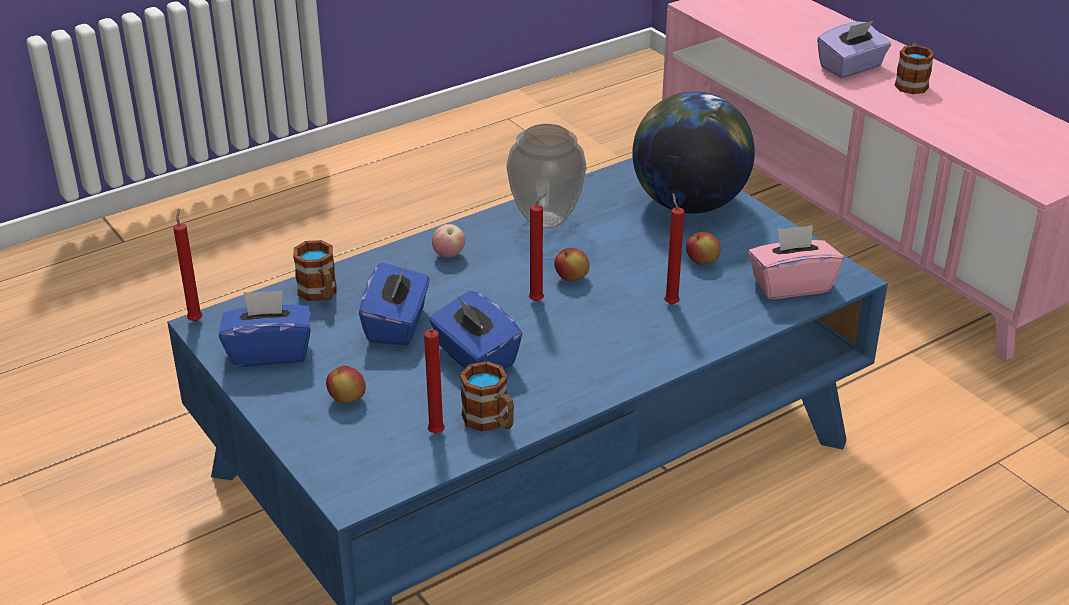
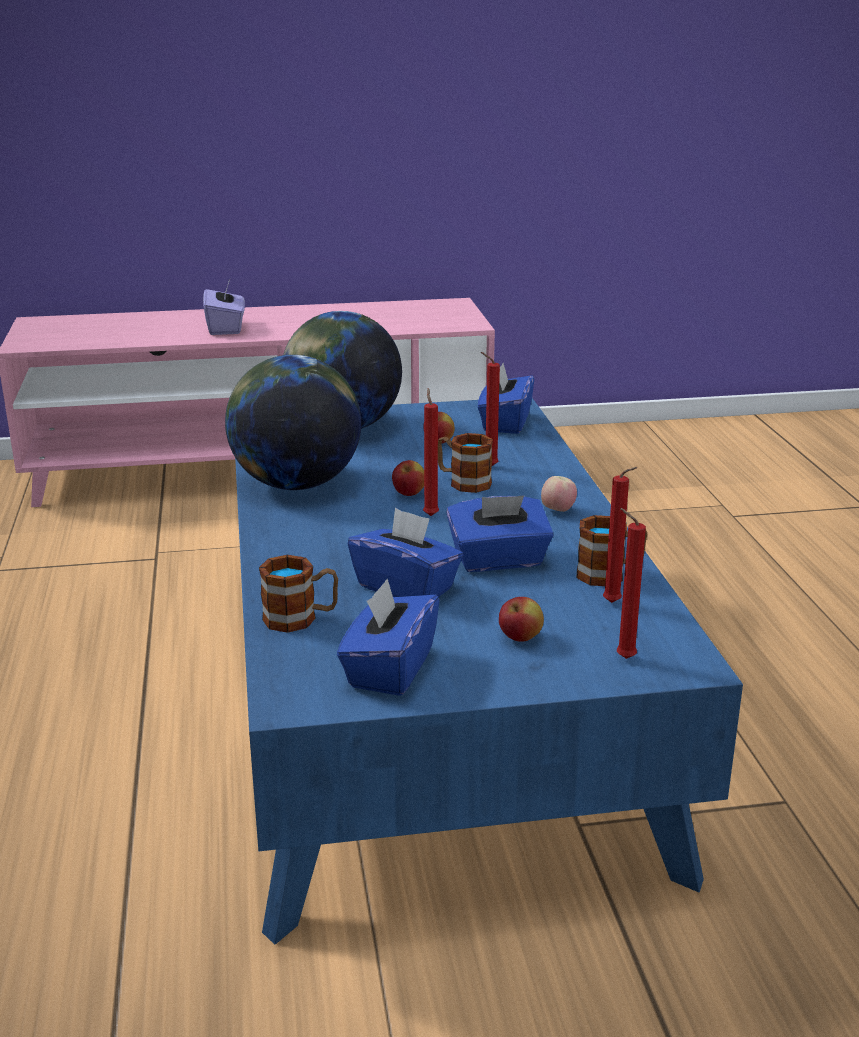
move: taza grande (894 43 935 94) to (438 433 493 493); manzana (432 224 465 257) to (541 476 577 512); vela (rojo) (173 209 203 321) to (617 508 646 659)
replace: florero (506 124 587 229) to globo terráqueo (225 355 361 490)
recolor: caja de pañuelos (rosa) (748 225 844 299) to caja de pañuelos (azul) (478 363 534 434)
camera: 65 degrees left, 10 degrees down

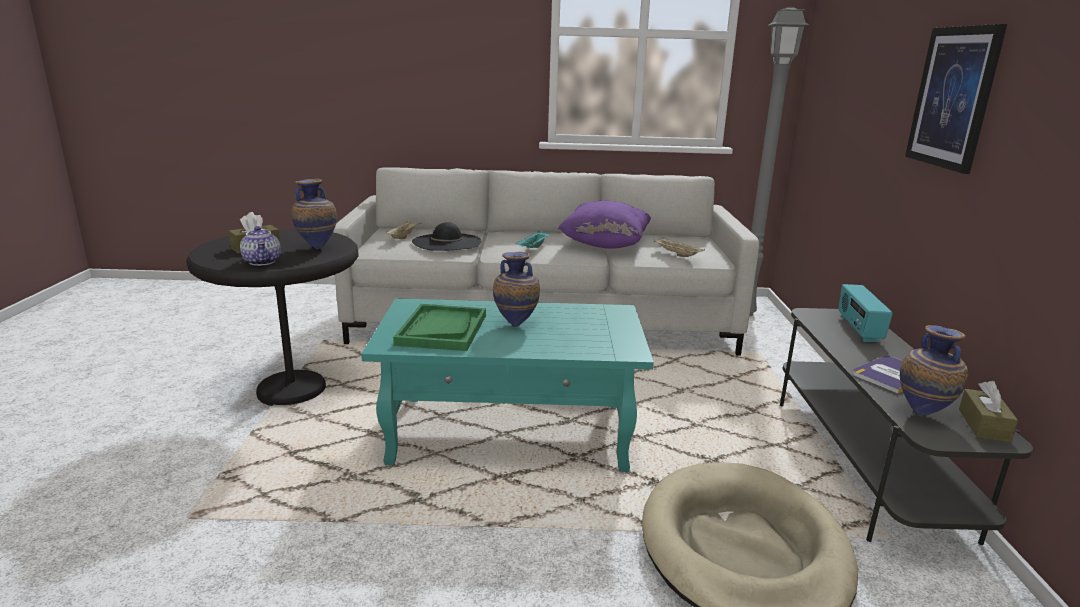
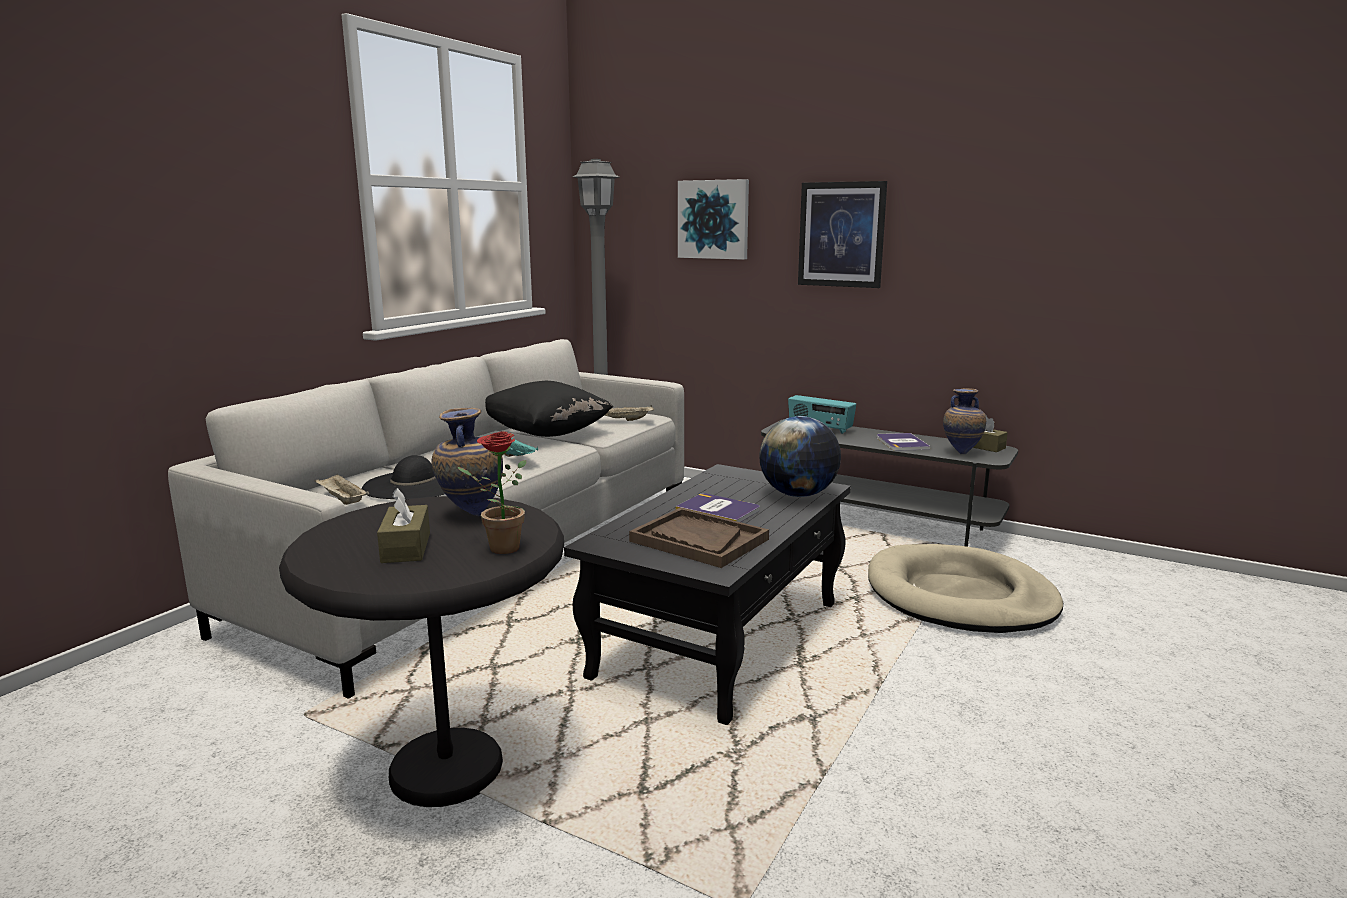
insert: cuadro (678 179 749 260); globo terráqueo (759 416 841 497)
replace: tetera (240 226 281 266) to planta en maceta (458 432 526 554); florero (493 252 540 327) to libro (675 493 759 522)
recolor: cojín (morado) (558 201 651 249) to cojín (negro) (485 381 613 437); mesa de centro (turquesa) (361 298 654 472) to mesa de centro (negro) (564 464 851 725); bandeja (verde) (393 304 486 351) to bandeja (marrón) (629 507 769 568)
camera: 60 degrees left, 5 degrees down

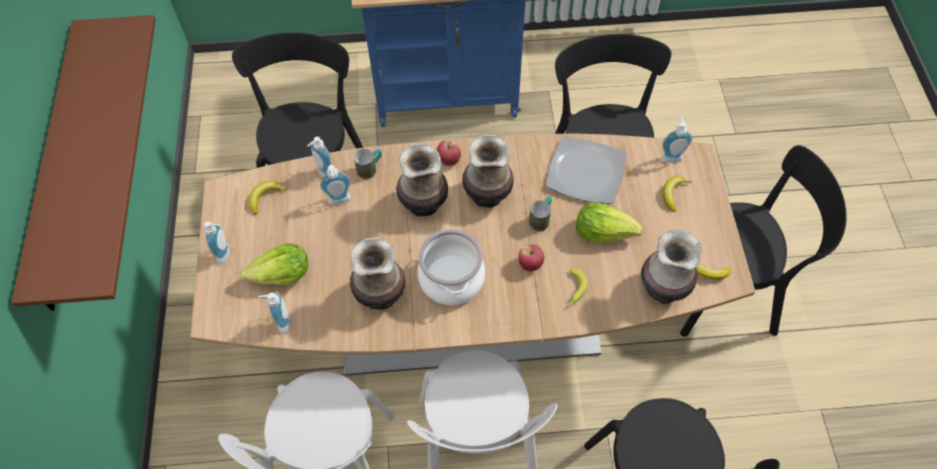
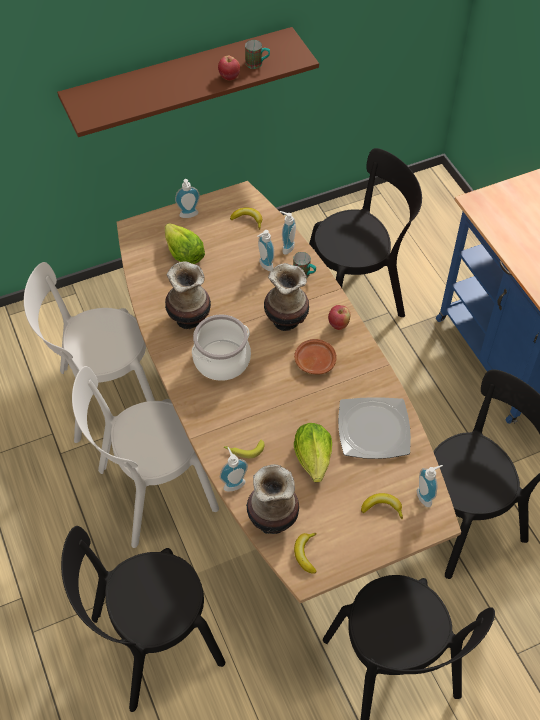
move: manzana (518 244 544 271) to (218 56 240 80); dispensador de jabón (258 292 291 334) to (220 447 248 492); taza grande (529 196 552 232) to (245 40 270 69)
replace: florero (462 134 514 208) to plato (marrón) (294 339 337 375)
camera: 70 degrees right, 5 degrees down

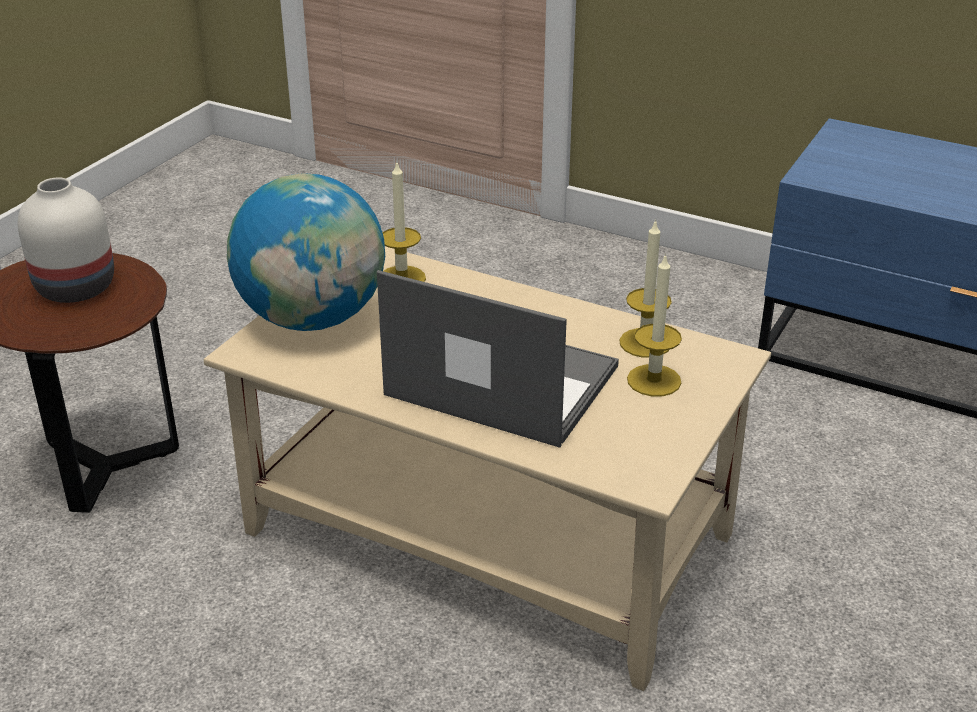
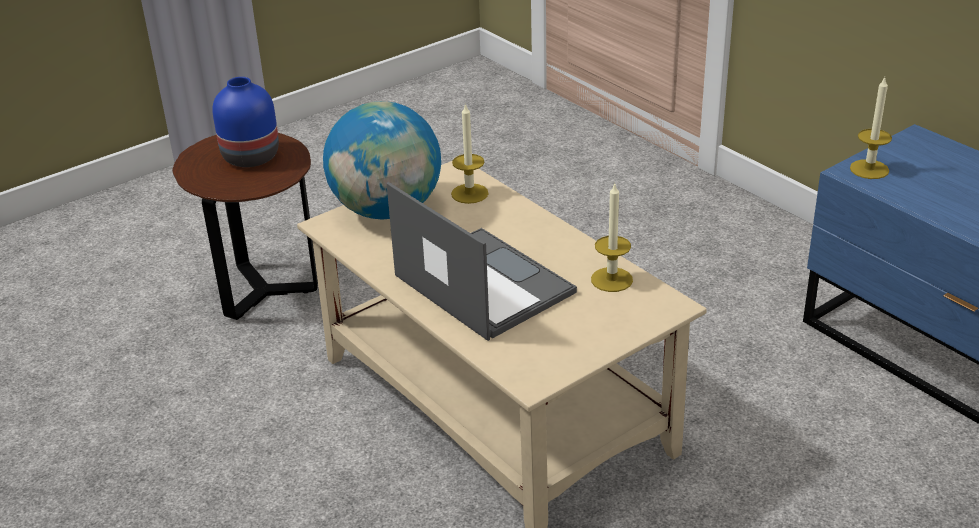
move: vela (627 253 682 396) to (850 77 892 179)
recolor: florero (blanco) (18 177 114 303) to florero (azul) (212 77 279 167)
camera: 25 degrees right, 0 degrees up

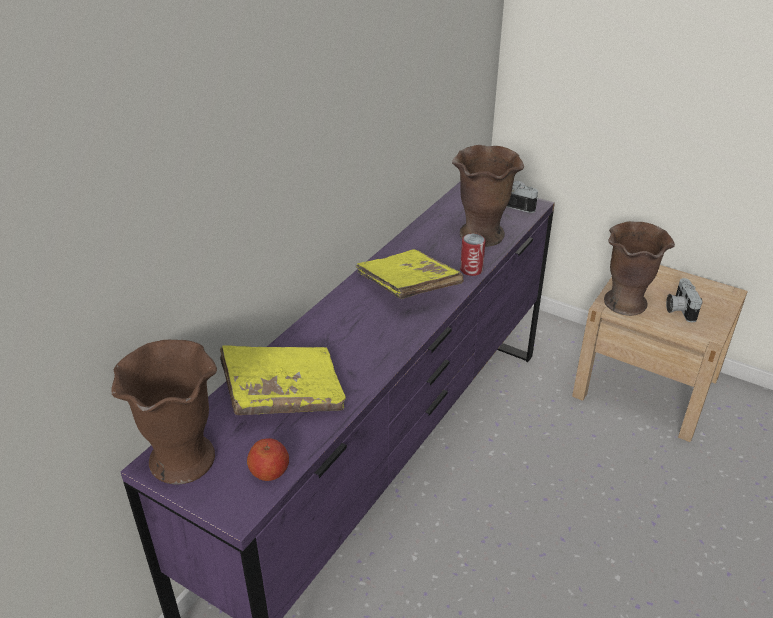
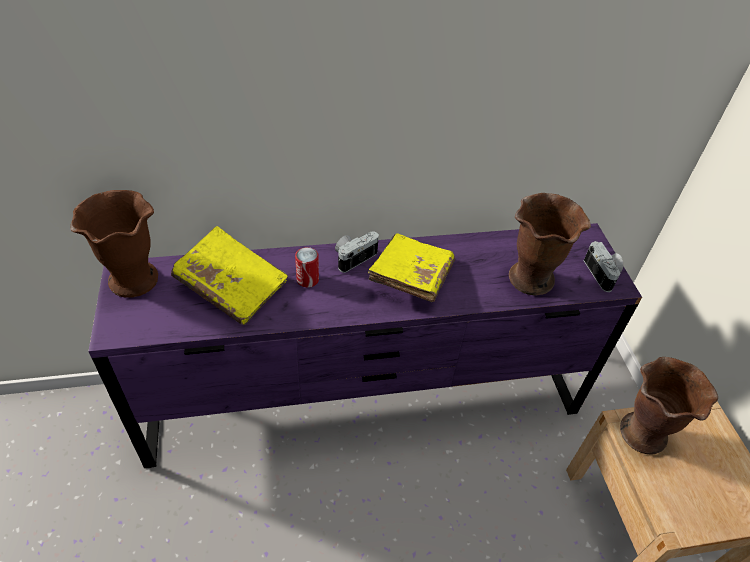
delete: manzana (247 438 289 481)
move: lata (460 234 486 276) to (295 247 319 287); cámara (666 278 702 322) to (335 232 379 273)
camera: 45 degrees right, 10 degrees up

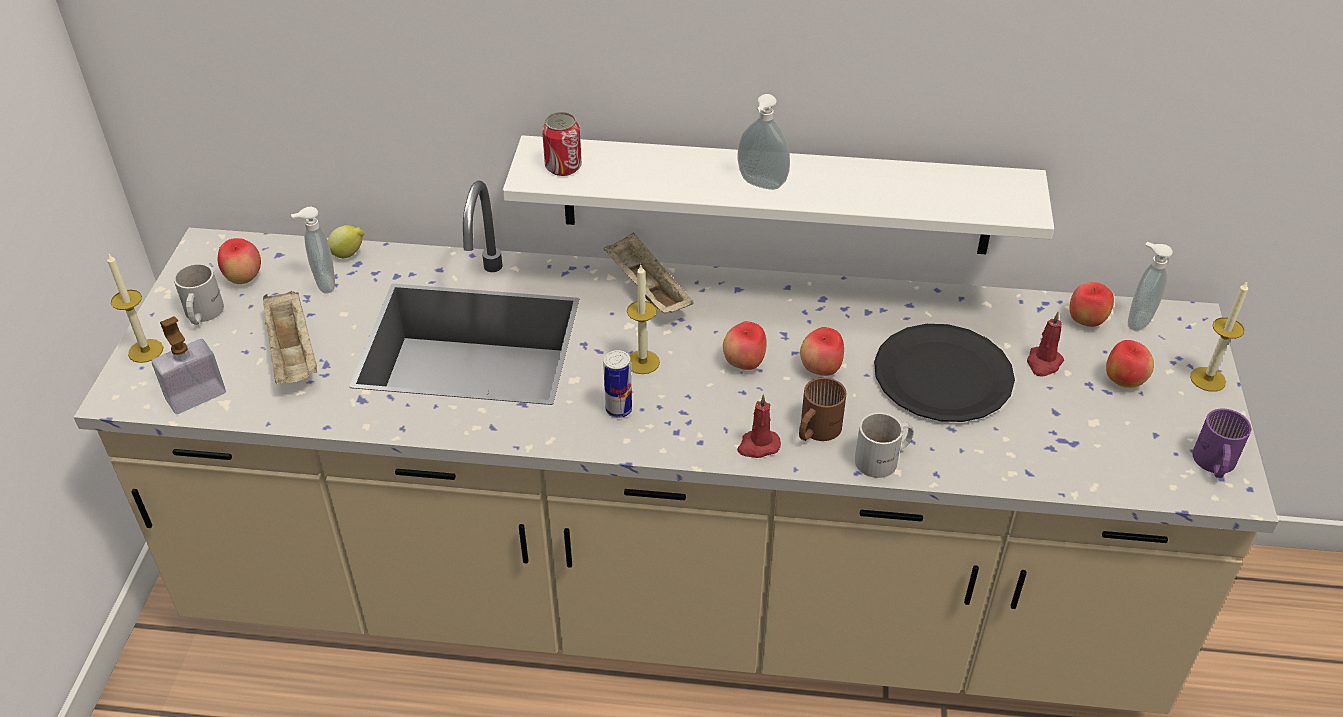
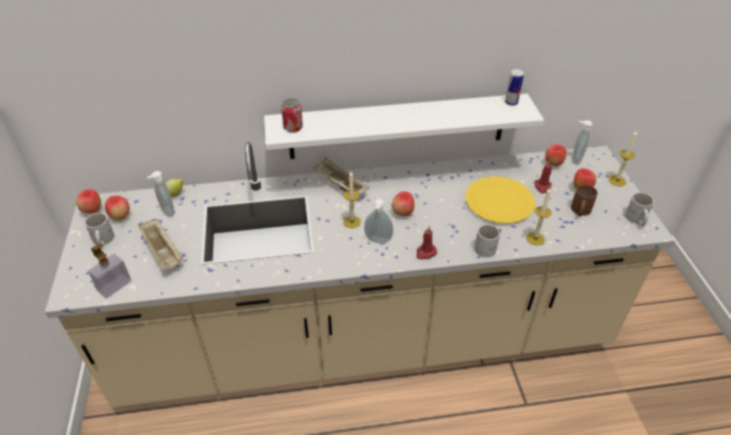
move: manzana (800 327 844 376) to (76 189 101 214); dispensador de jabón (738 94 790 190) to (364 199 393 243); lata (603 350 632 418) to (505 69 524 106); vela (107 254 163 363) to (526 188 551 246); taza grande (marrón) (799 377 847 441) to (571 185 598 216)
recolor: plato (negro) (874 324 1015 422) to plato (amarillo) (465 176 535 224); taza grande (morado) (1192 408 1251 478) to taza grande (blanco) (625 192 654 226)
camera: 15 degrees left, 0 degrees up

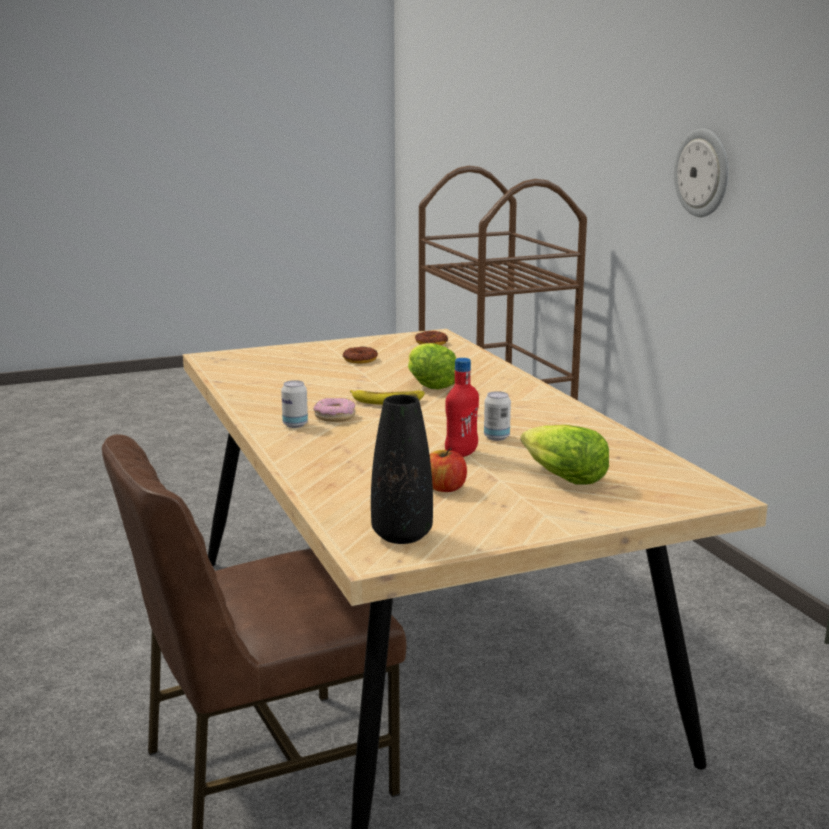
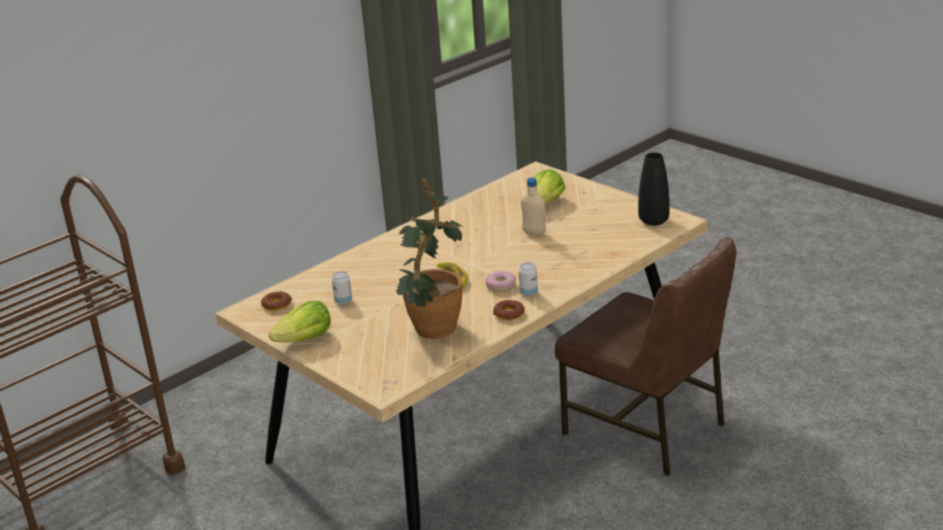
delete: manzana (430 448 467 492); reloj de pared (674 129 729 217)
insert: planta en maceta (396 179 463 339)
move: lechuga (408 343 456 390) to (269 301 331 342); lata (484 391 511 441) to (332 271 352 305); rosquilla (343 347 378 364) to (493 300 525 320)
recolor: botella (rojo) (445 358 479 457) to botella (beis) (521 178 546 236)
camera: 110 degrees left, 10 degrees up

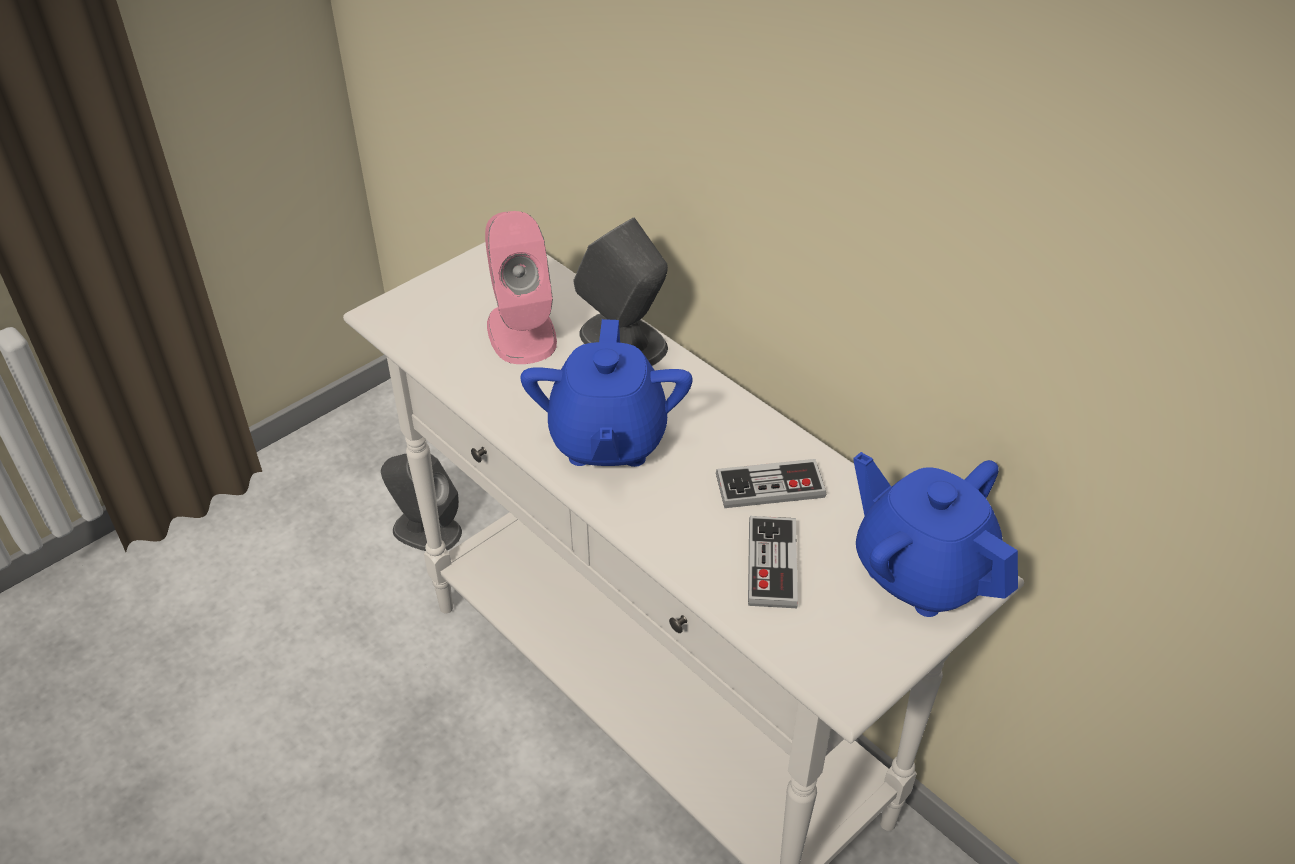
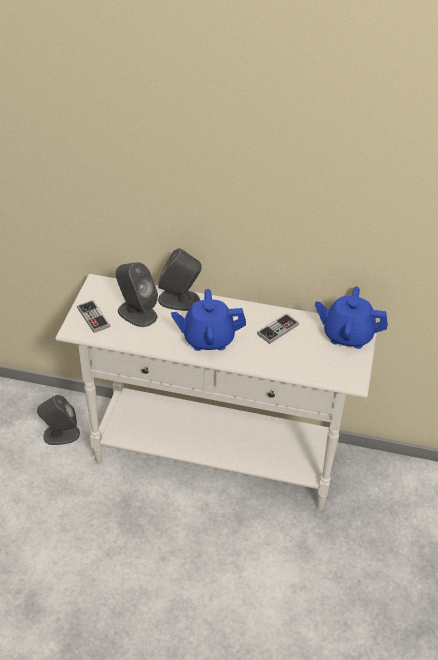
move: mando de consola (748 516 798 608) to (77 300 110 333)
recolor: altavoz (rosa) (485 211 557 364) to altavoz (gris) (116 262 158 327)
rotate: tetera (azul) (520 319 693 467) = (171 289 246 351) 120 degrees clockwise
camera: 35 degrees left, 0 degrees up

